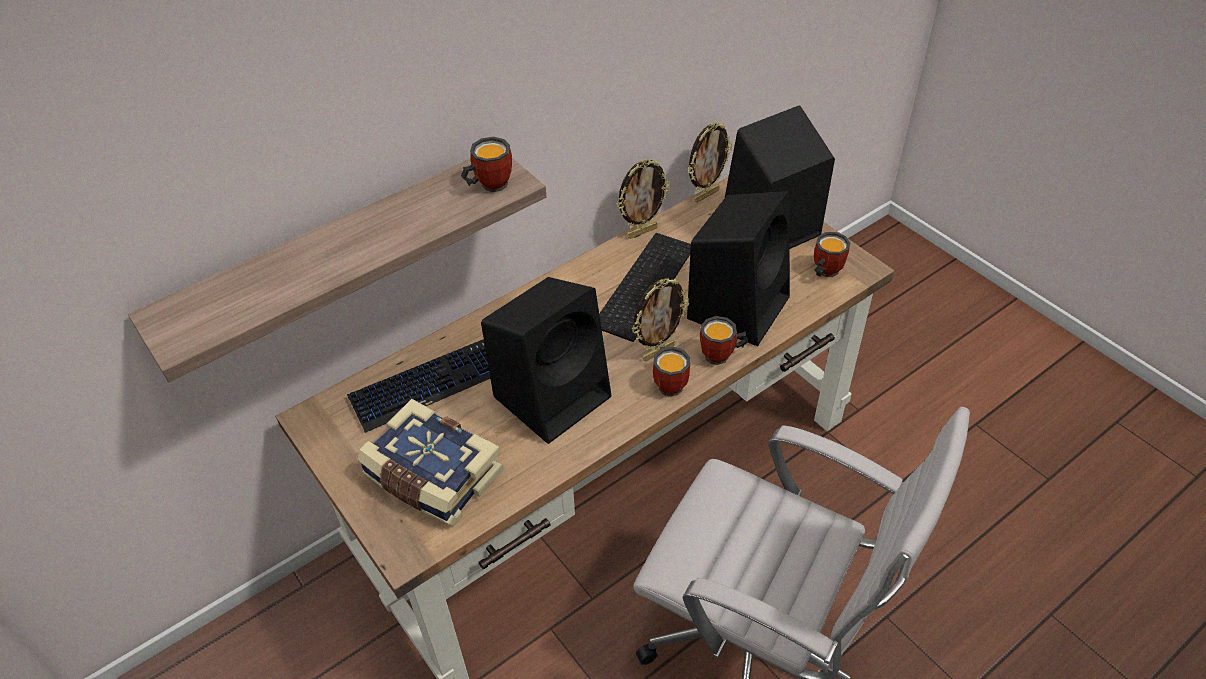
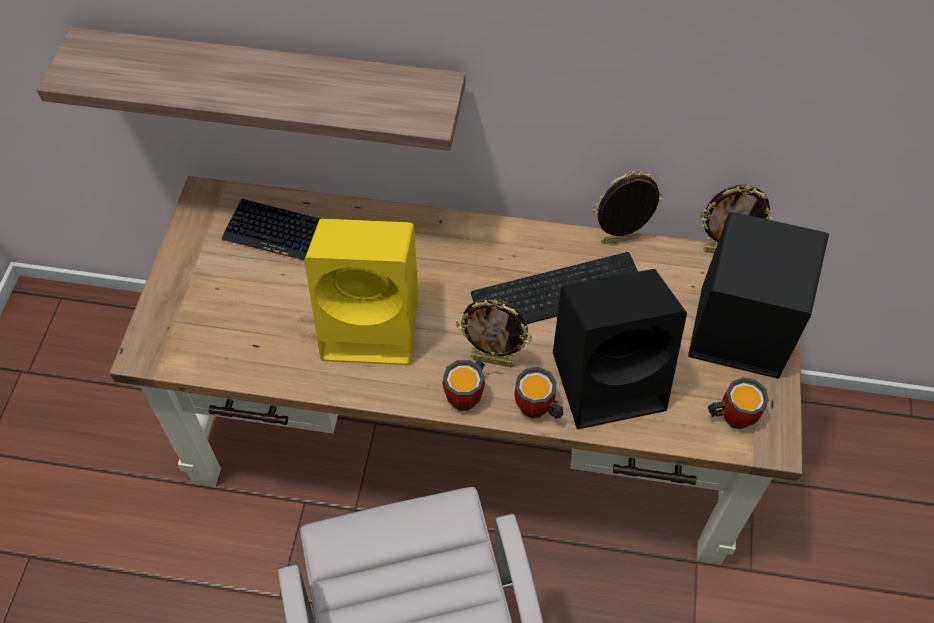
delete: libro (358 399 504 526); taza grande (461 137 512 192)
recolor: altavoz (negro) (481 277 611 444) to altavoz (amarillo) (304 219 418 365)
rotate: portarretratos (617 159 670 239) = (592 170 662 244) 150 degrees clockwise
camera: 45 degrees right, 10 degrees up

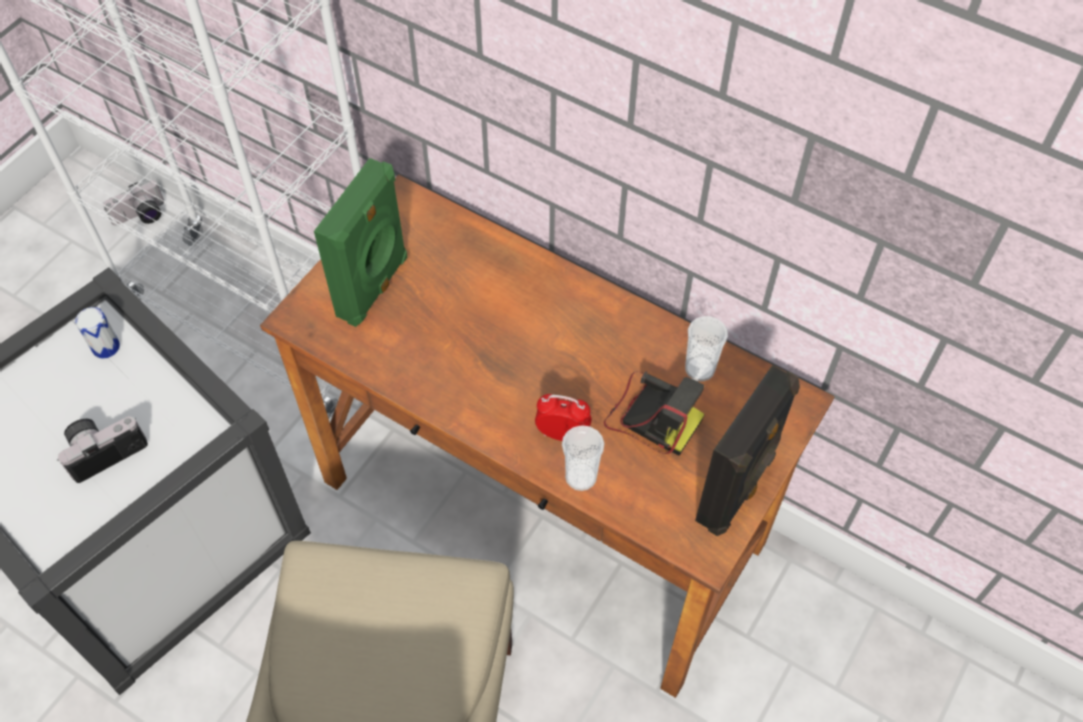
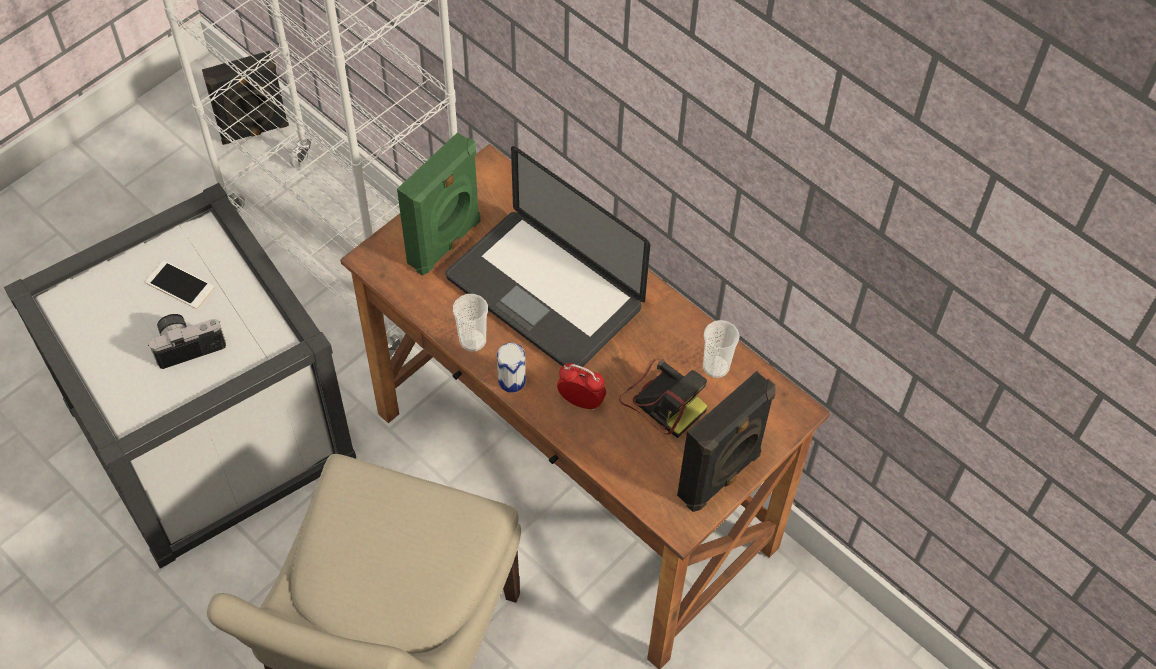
insert: móvil (146 261 214 309); portátil (446 146 650 370)
move: taza (562 425 605 491) to (453 294 488 352); lata (75 307 120 359) to (497 343 526 393)
replace: cámara (103 180 164 226) to altavoz (negro) (202 51 289 145)
camera: 10 degrees right, 0 degrees up

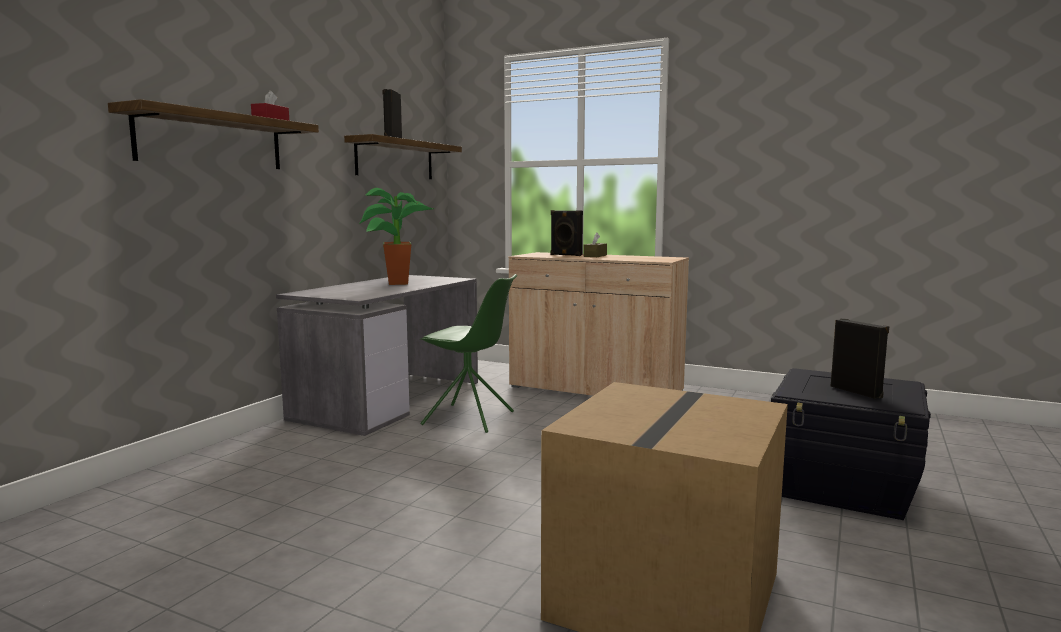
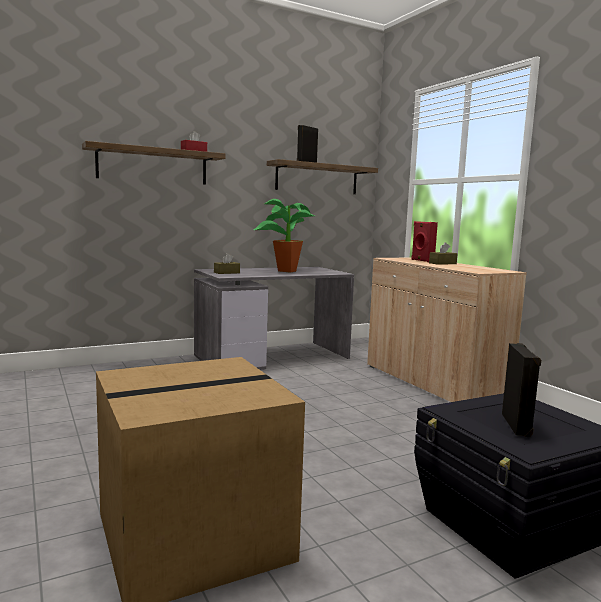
delete: silla (verde) (420 274 517 433)
insert: caja de pañuelos (marrón) (214 253 240 274)
recolor: altavoz (negro) (551 210 583 256) to altavoz (rojo) (411 221 438 262)
camera: 35 degrees right, 0 degrees up

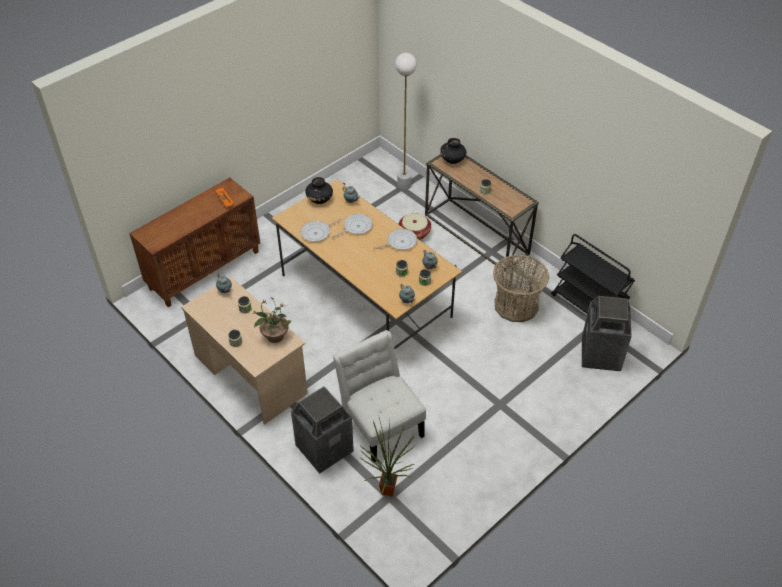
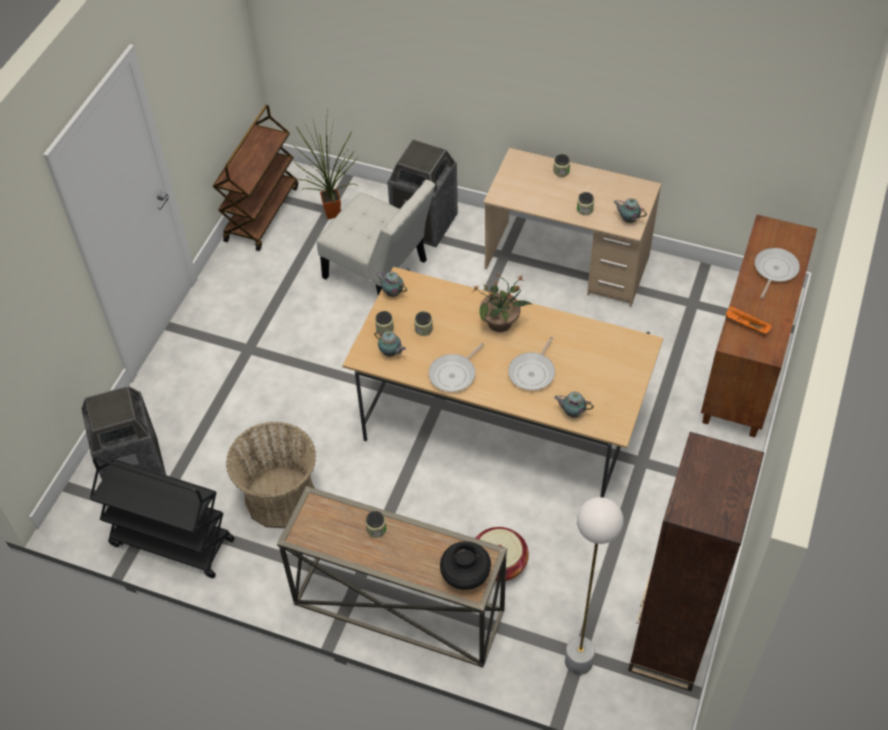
delete: florero (negro) (305 177 333 204)
insert: carrito (marrón) (213 105 298 251); estantería (marrón) (628 432 764 691)
move: planta en maceta (253 297 291 343) to (473 273 532 332); sartén (301 219 341 242) to (755 248 800 299)
camera: 155 degrees right, 5 degrees up

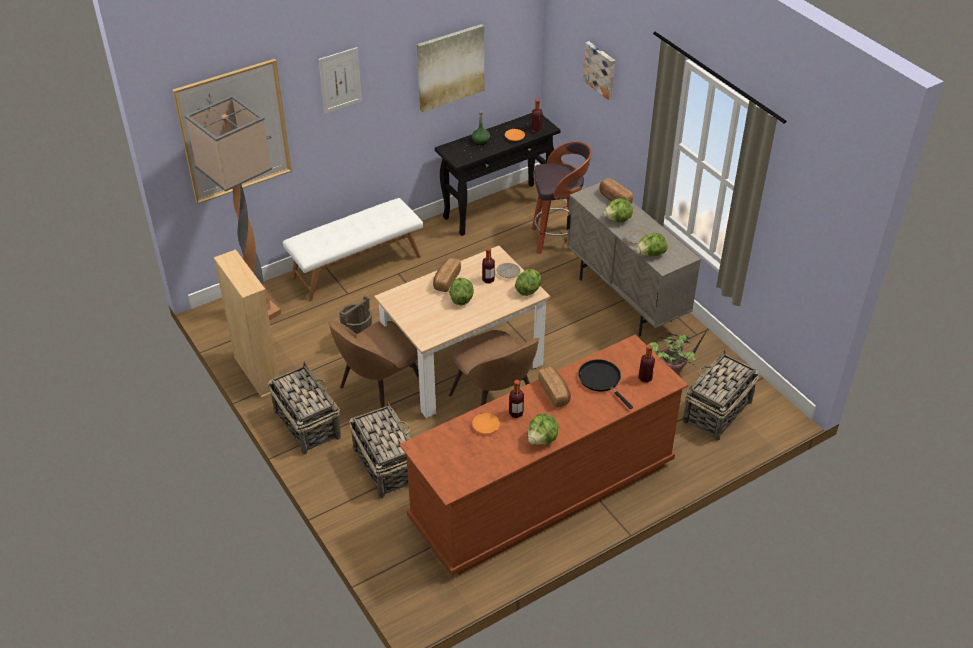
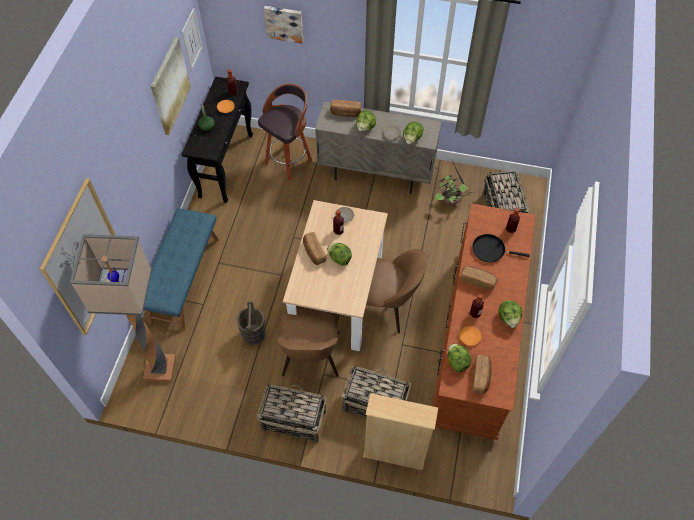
insert: pan (472 355 492 394)
move: cuadro (319 47 362 114) to (182 8 203 72); estantería (beis) (214 249 279 398) to (363 393 438 470); lechuga (515 269 542 296) to (448 344 471 372)
recolor: banco (blanco) (283 198 423 301) to banco (azul) (143 208 219 331)
camera: 45 degrees left, 15 degrees up

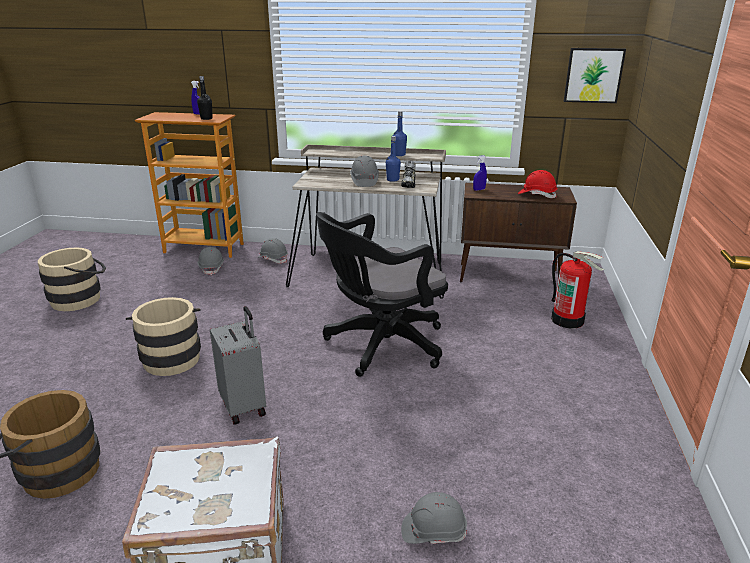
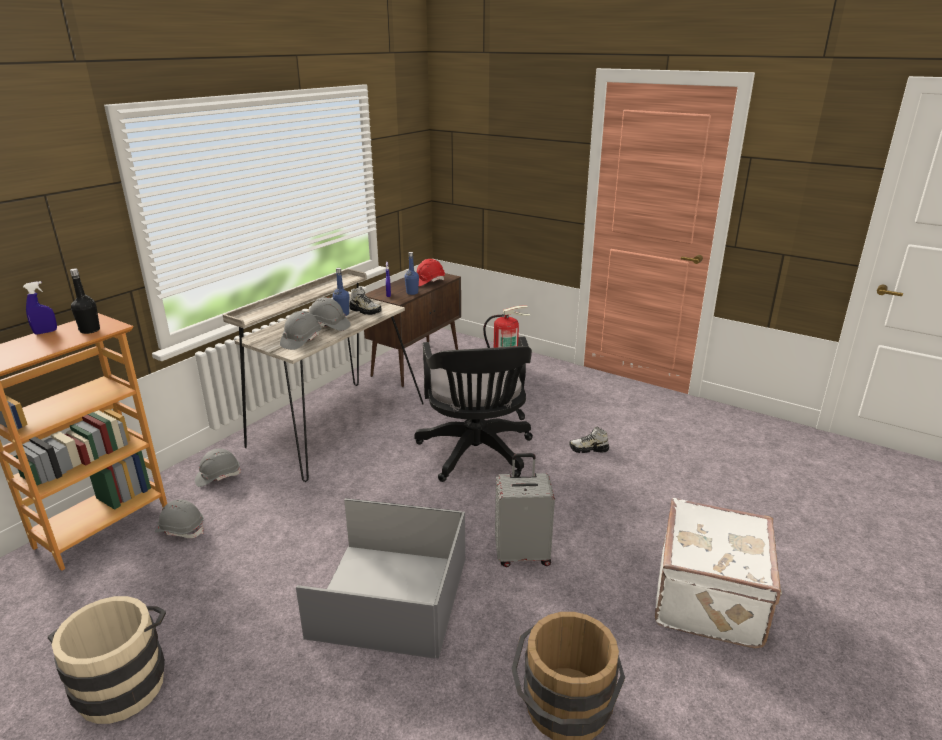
delete: cuadro (564 48 626 103)
insert: zapato (569 427 609 453)
move: casco (gris) (401 492 467 544) to (280 311 321 350); botella (azul) (393 111 407 156) to (404 252 419 295)
replace: cubo (beis) (126 297 201 376) to caja de almacenaje (gris) (296 498 465 659)
camera: 65 degrees left, 0 degrees up

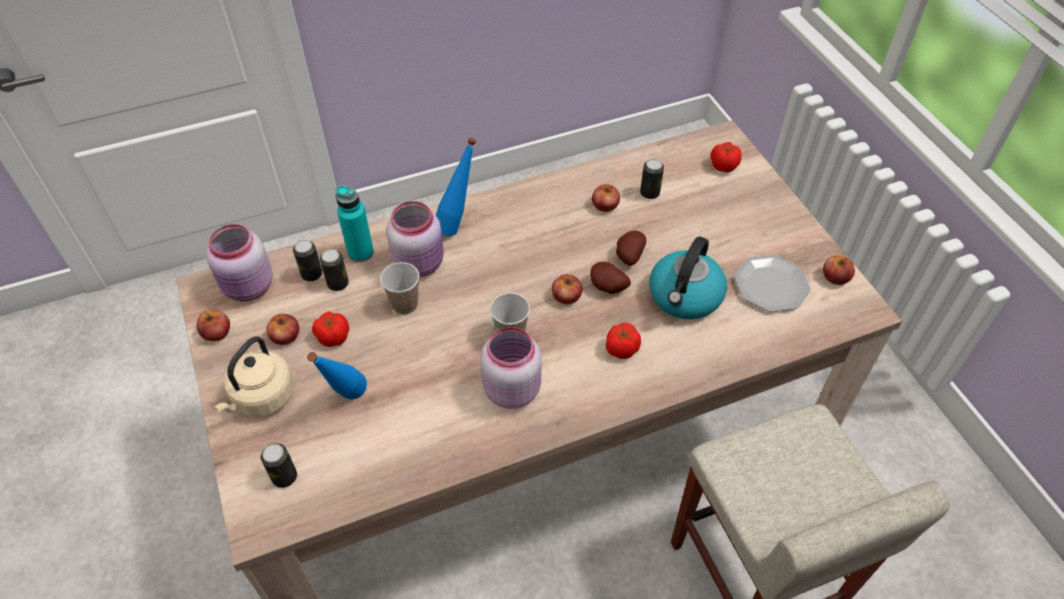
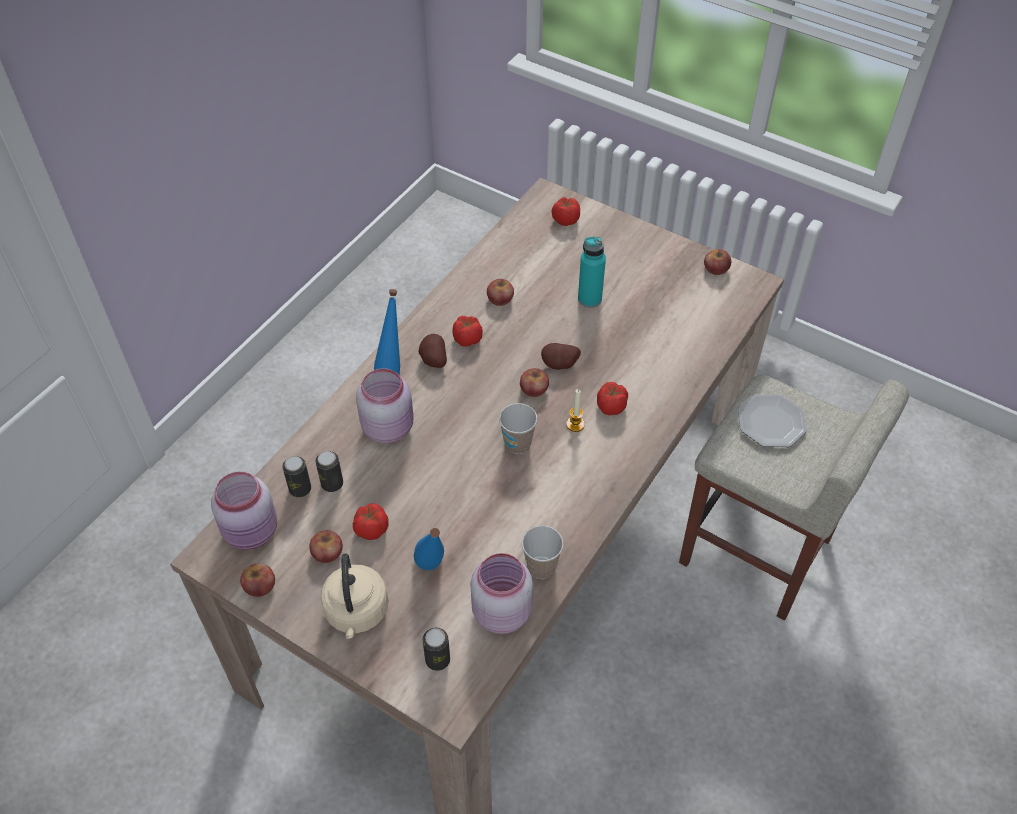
delete: lata (640 159 664 199); hervidor (649 236 727 319)
insert: tomate (452 316 483 347); vela (566 389 585 432)
move: patata (616 230 646 266) to (418 334 447 368); tarro (rosa) (480 327 541 409) to (470 553 533 634); taza (380 262 419 315) to (522 525 563 579); botella (turquesa) (335 185 374 262) to (578 236 606 308); plato (734 255 810 312) to (738 395 807 447)
camera: 35 degrees left, 0 degrees up

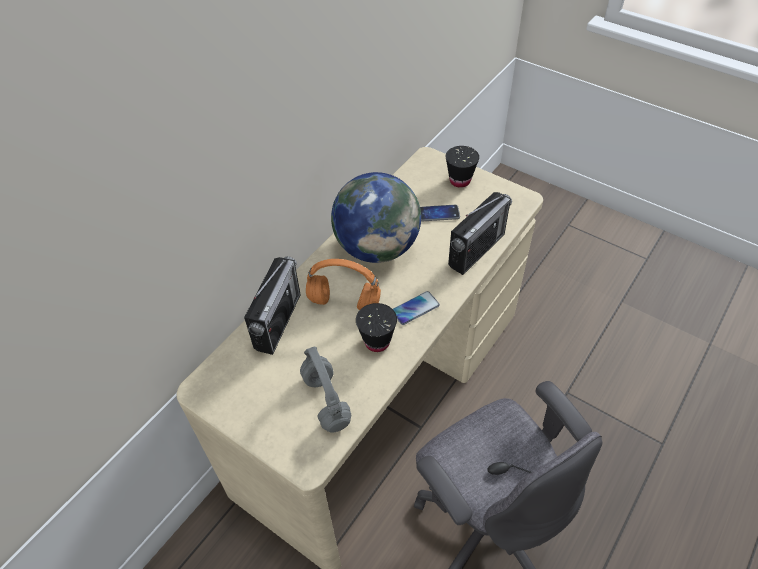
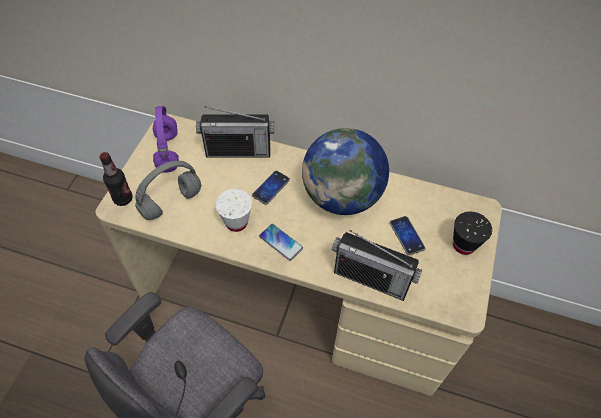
insert: botella (100 152 133 206); auriculares (morado) (153 106 179 173)
replace: auriculares (naranja) (306 259 381 310) to móvil (252 171 290 205)
recolor: taza (negro) (356 303 397 352) to taza (blanco) (215 189 252 232)
camera: 70 degrees right, 5 degrees up

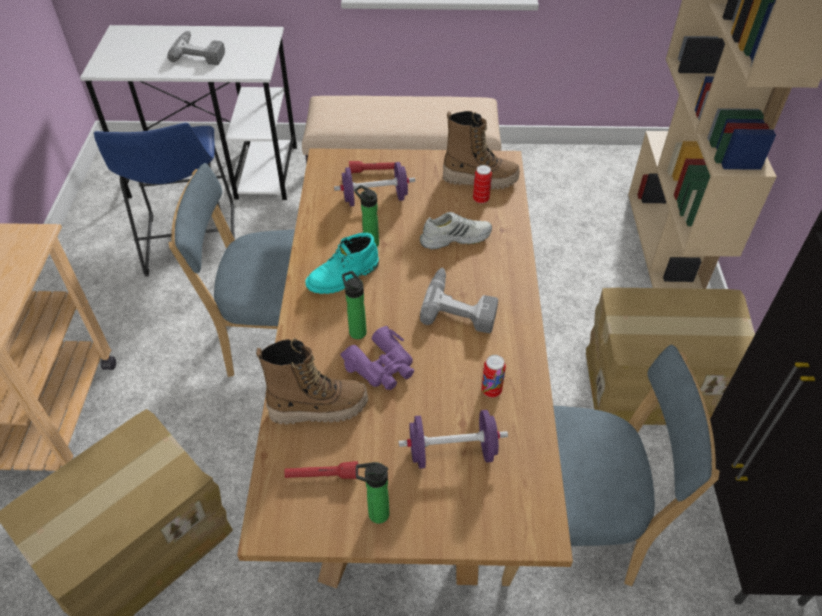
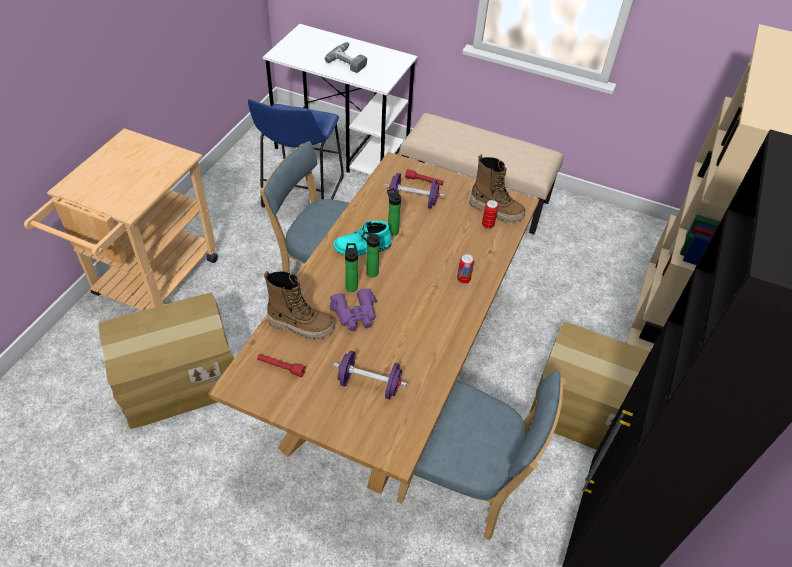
delete: zapato (blanco) (420 212 492 250); taladro (420 268 498 333)
move: botella (356 462 389 524) to (362 232 380 277); lata (481 355 506 398) to (457 254 474 284)
camera: 20 degrees right, 0 degrees up

